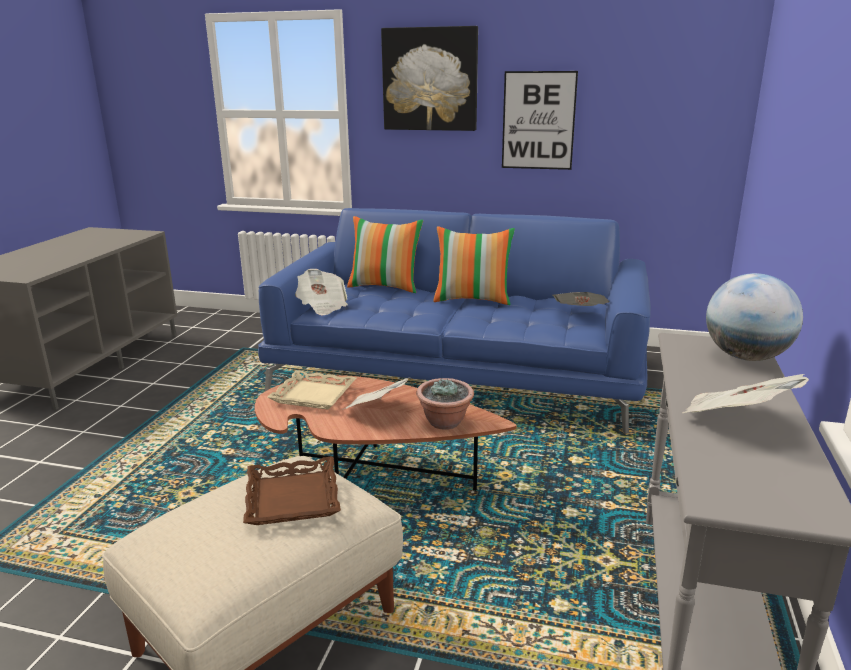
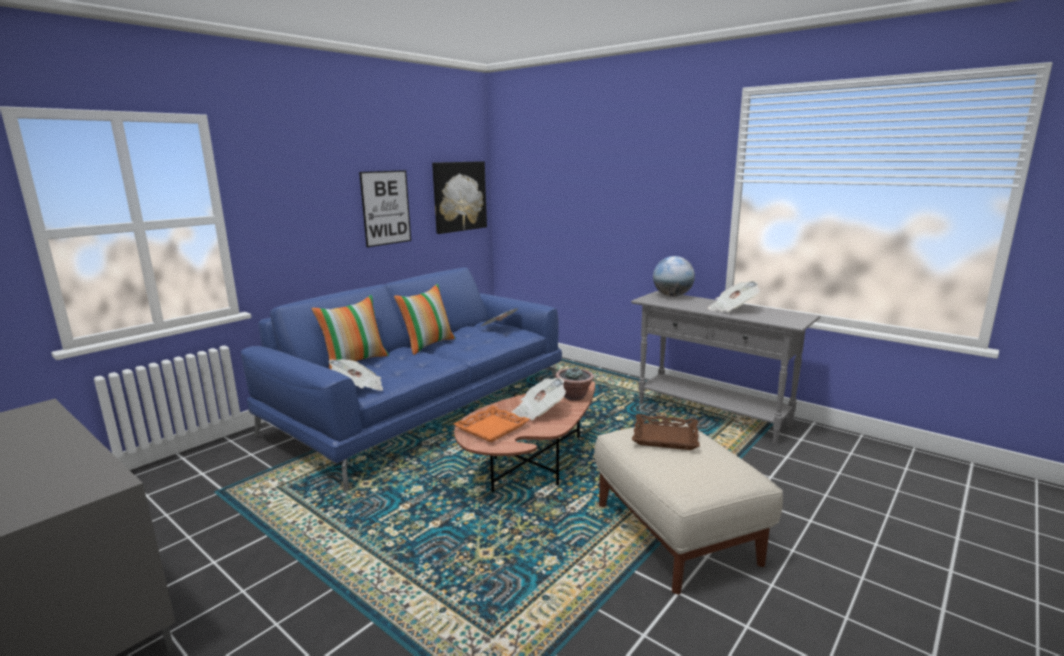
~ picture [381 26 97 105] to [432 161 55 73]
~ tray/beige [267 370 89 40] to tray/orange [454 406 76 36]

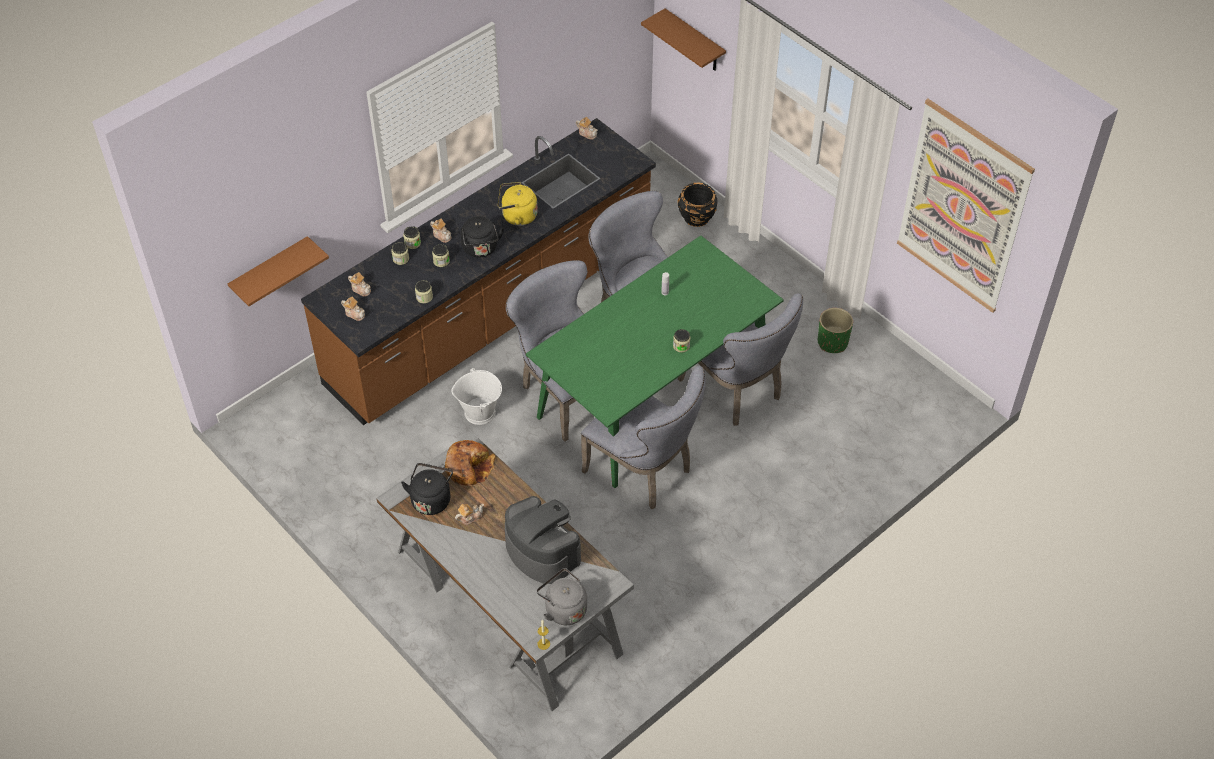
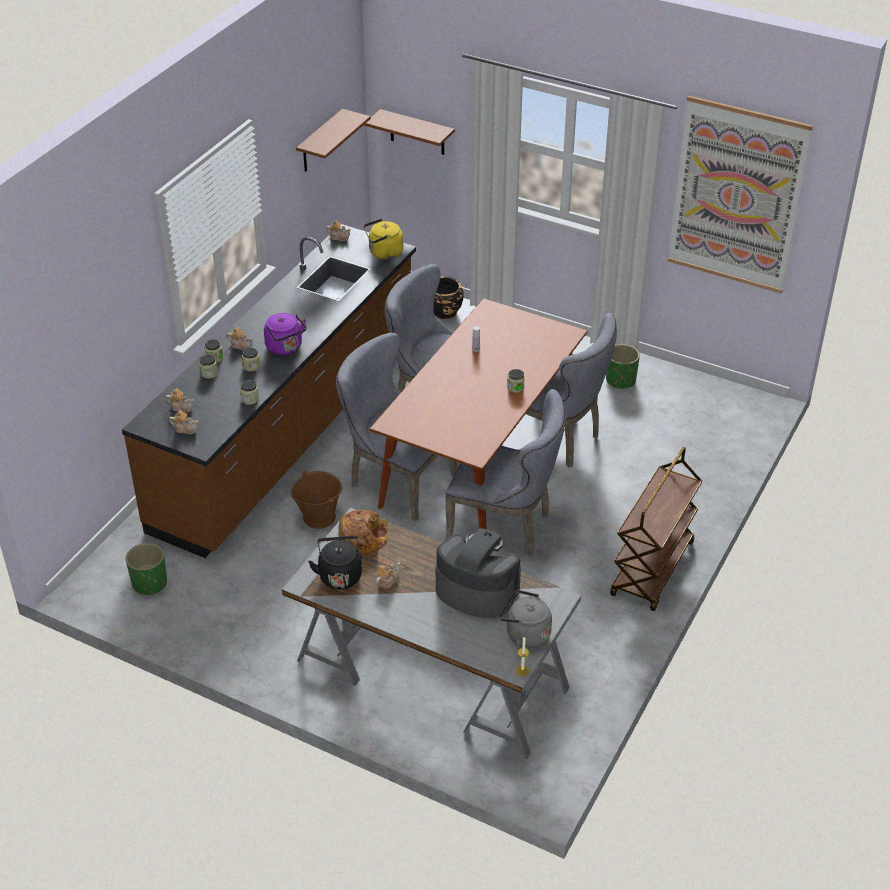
+ planter/green [126 543 41 53]
~ kettle/black [461 216 43 41] to kettle/purple [264 313 43 42]
~ bucket/white [451 368 51 57] to bucket/brown [291 471 52 58]
~ shelf/brown [228 236 101 70] to [296 109 75 63]
~ kettle/yellow [498 182 40 44] to [364 219 39 41]
~ dining table/green [526 235 258 253] to dining table/brown [370 298 218 231]
+ cart/brown [610 447 92 164]

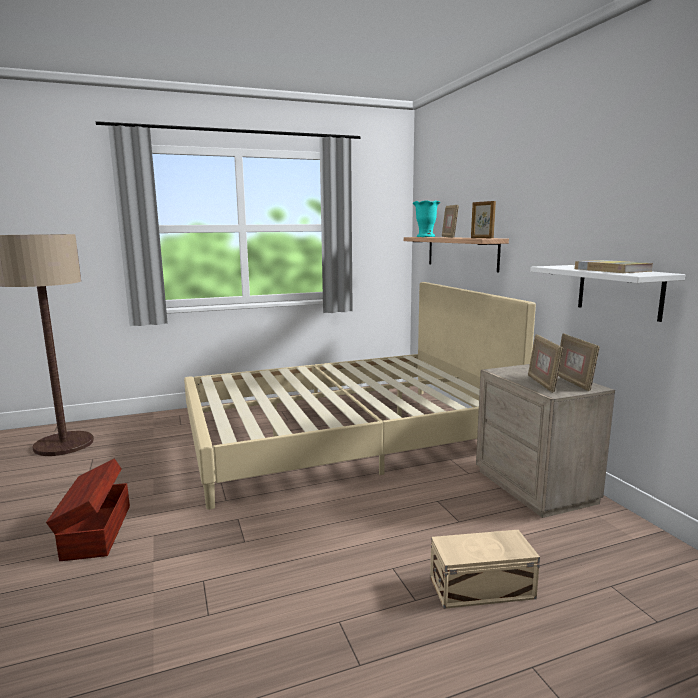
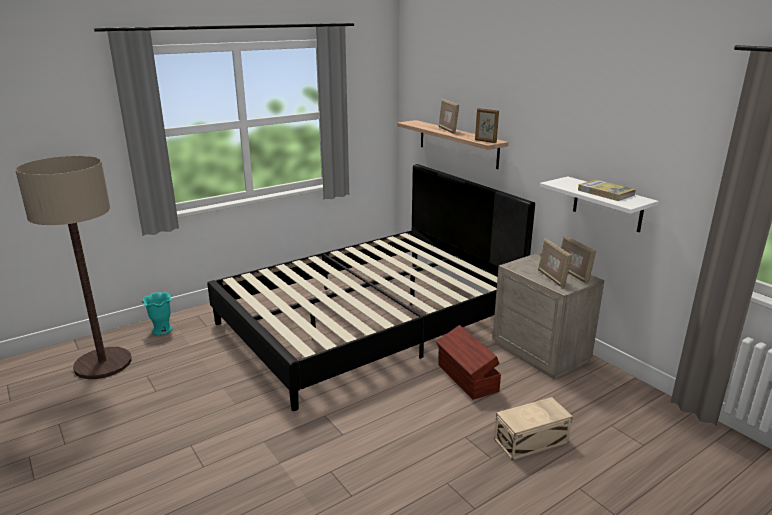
~ vase/turquoise [412 200 28 37] to [141 292 32 43]
~ bed/beige [184 282 352 228] to bed/black [207 164 328 247]
~ storage box/brown [46 459 84 102] to [436 325 65 75]

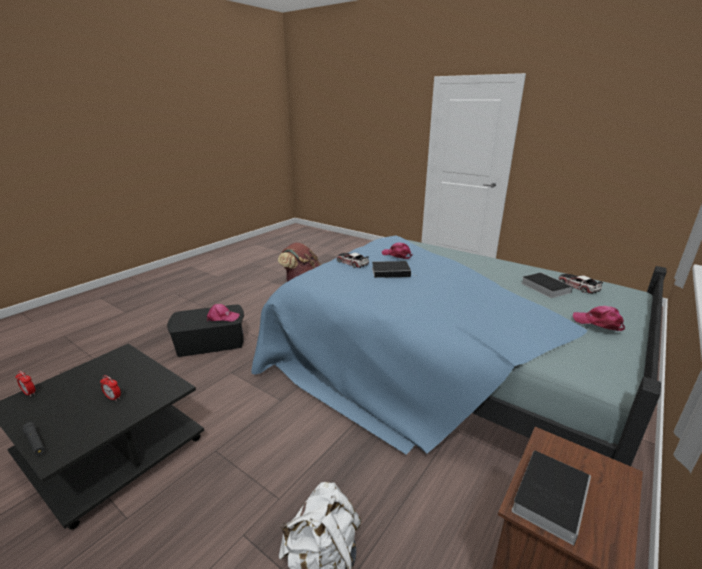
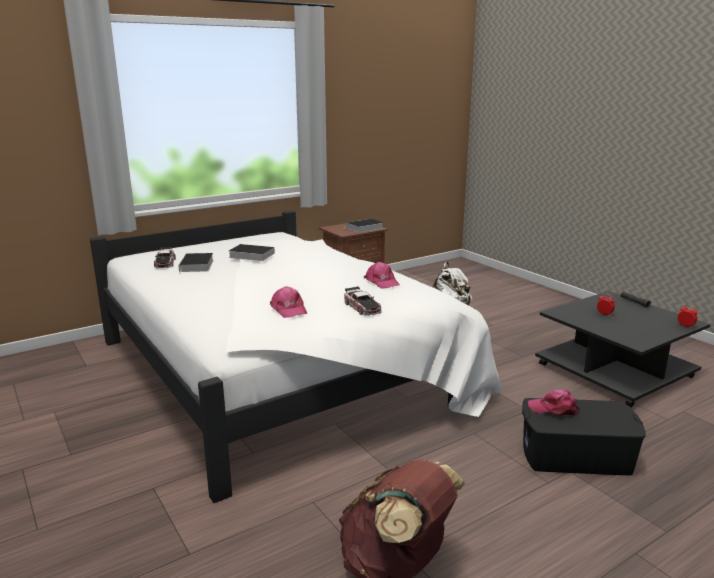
~ bed/blue [251 235 416 231] to bed/white [90 211 412 292]
~ book [372 261 44 17] to [229 244 46 17]
~ cap/pink [573 306 52 25] to [364 262 36 27]

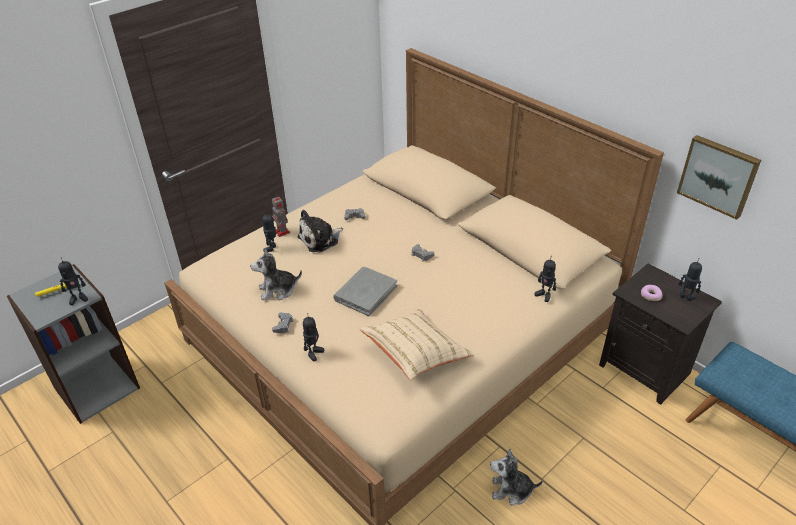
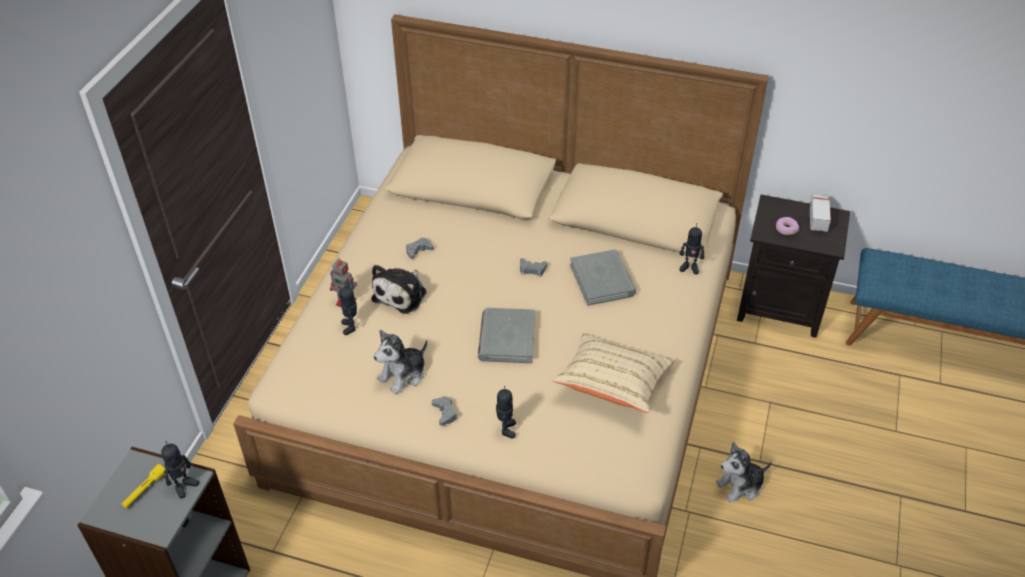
+ book/grey [570 250 66 56]
~ toy robot [678 258 24 43] to toy truck [810 195 21 37]
- picture [677 135 84 85]

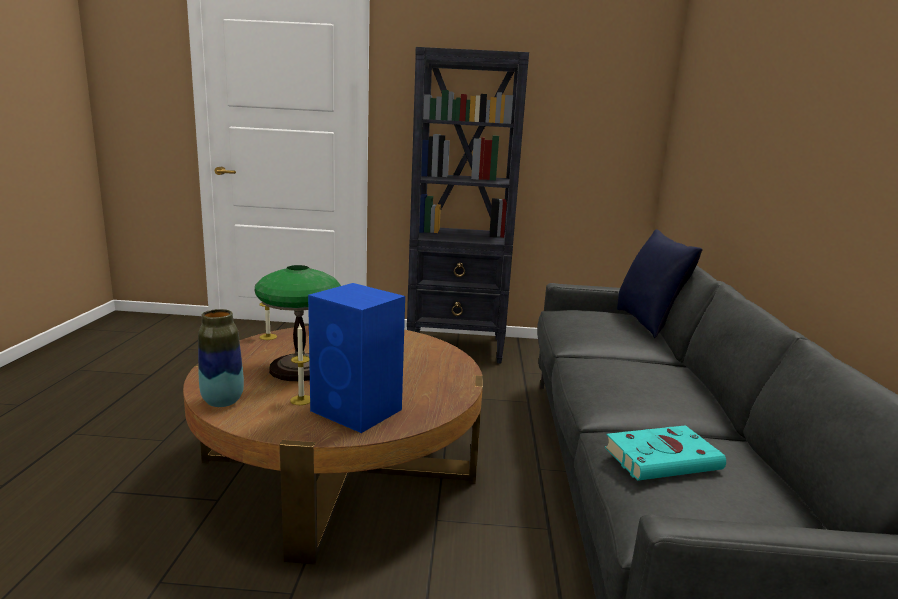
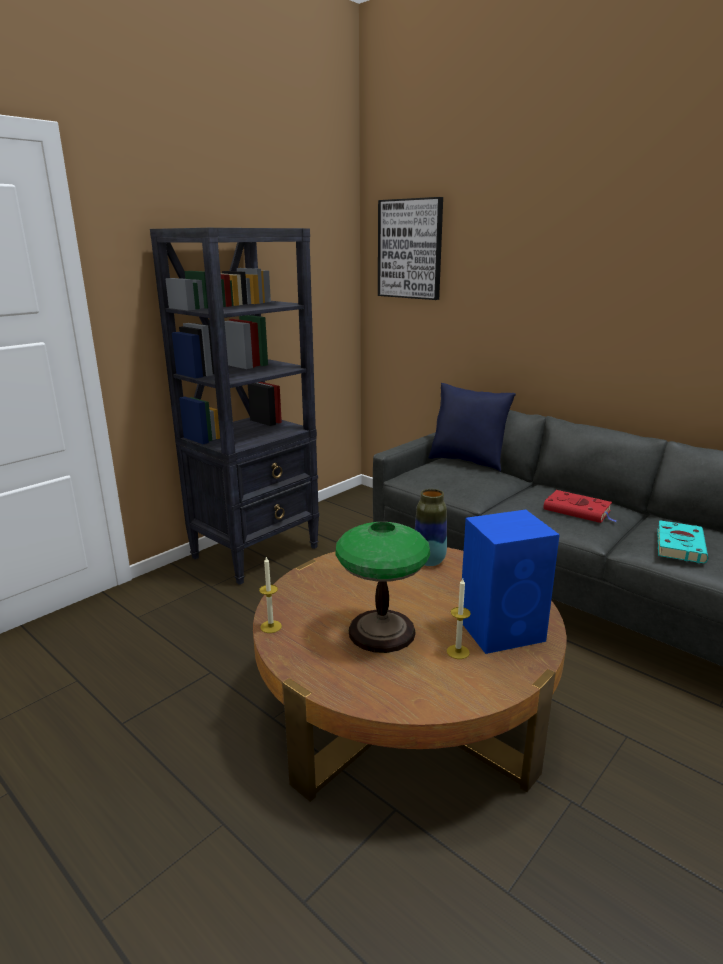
+ picture [378 197 65 103]
~ vase [198 309 46 98] to [415 489 32 77]
+ book/red [543 490 75 33]

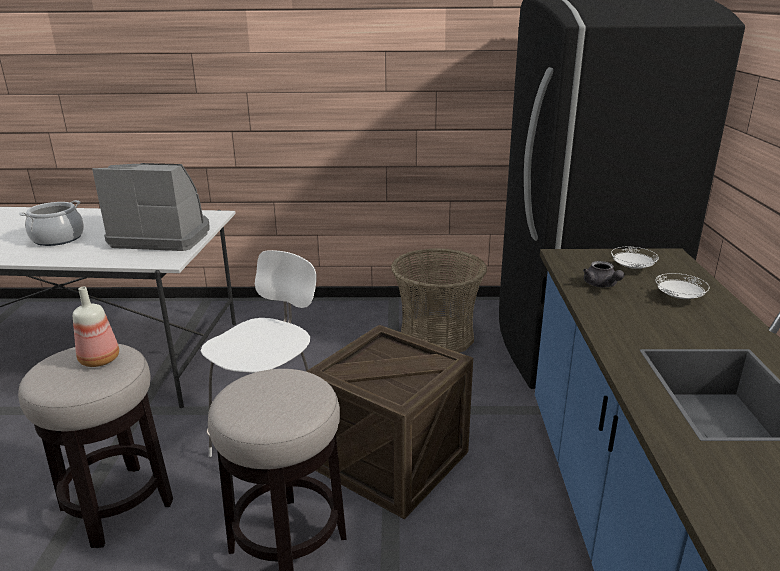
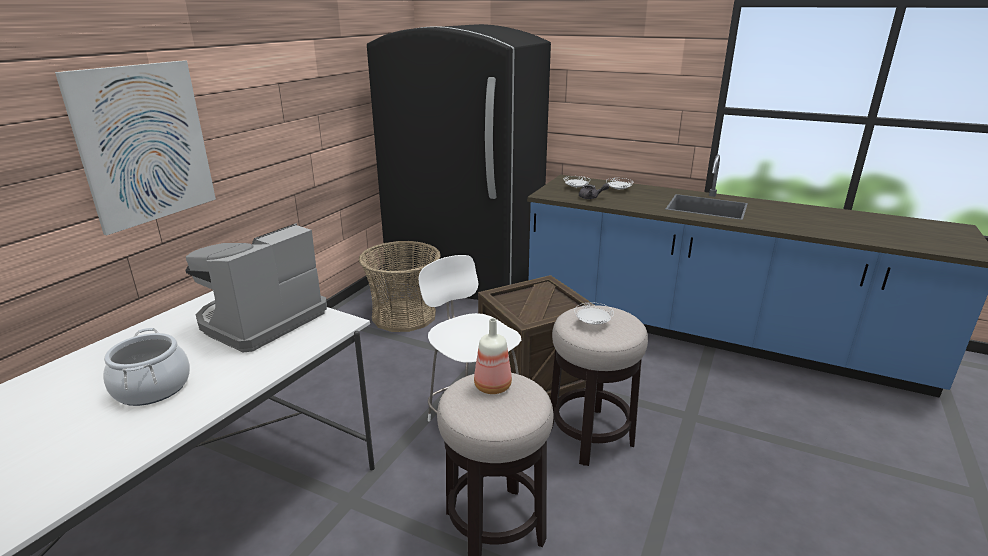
+ picture [55 60 161 175]
+ plate/white [574 302 40 23]

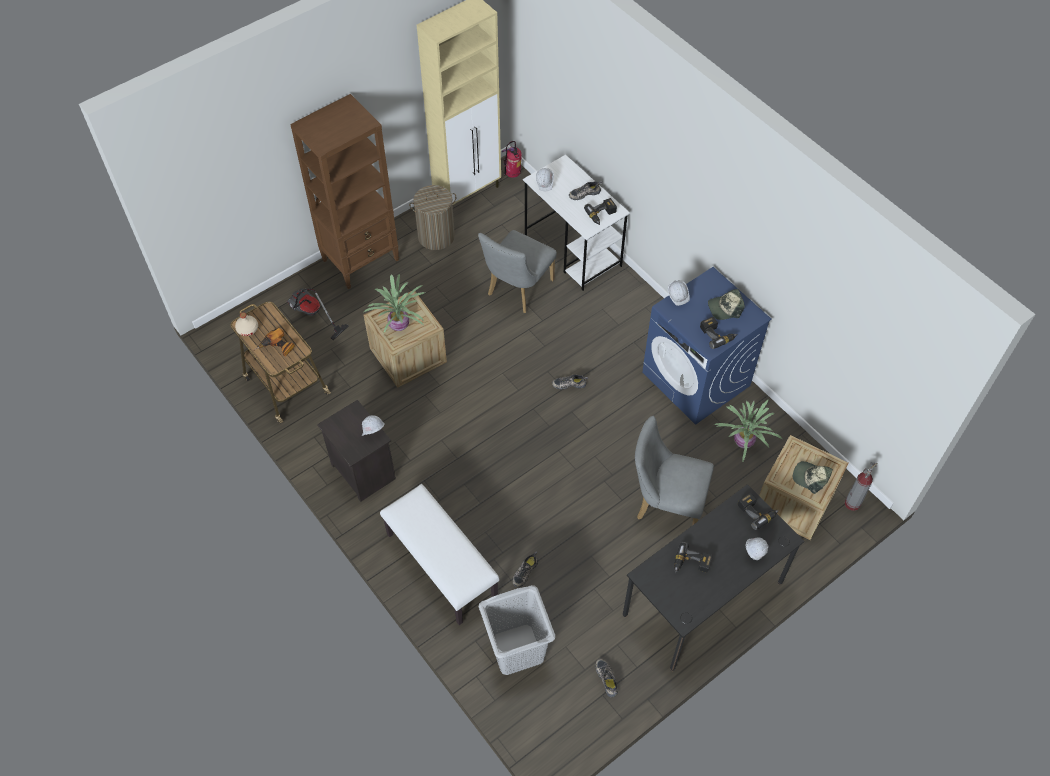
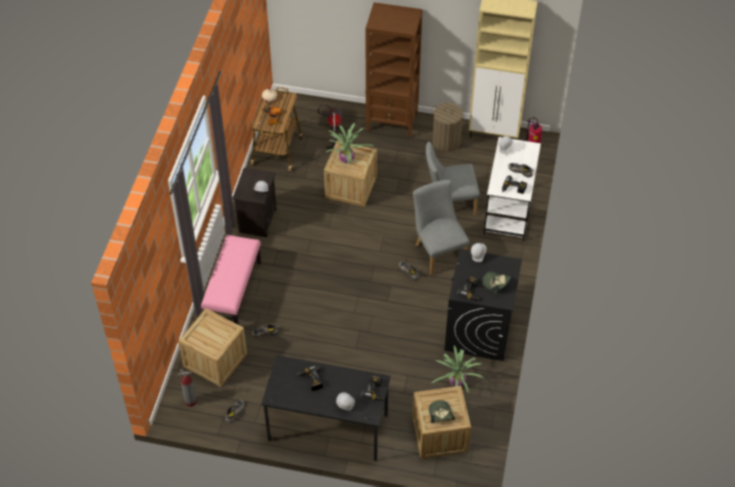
~ laundry basket/grey [479 585 76 90] to crate [178 308 69 79]
~ fire extinguisher [845 462 33 49] to [178 370 19 37]
~ bench/white [380 484 119 141] to bench/pink [201 235 60 90]
~ chair/grey [635 416 79 109] to [413 180 56 95]
~ washing machine/blue [642 267 129 158] to washing machine/black [444 249 78 112]

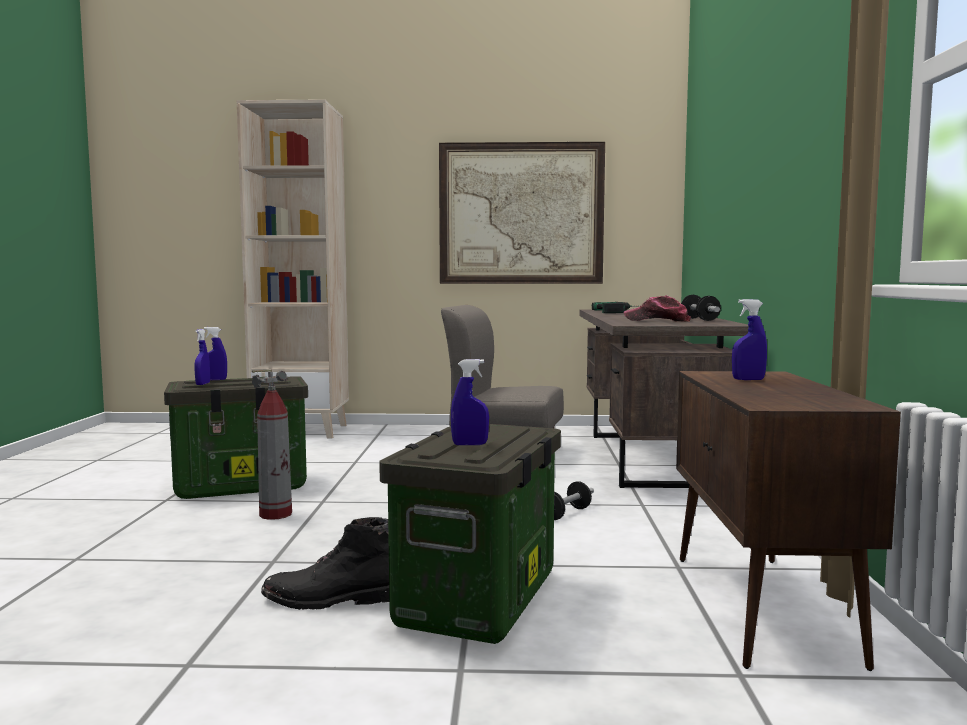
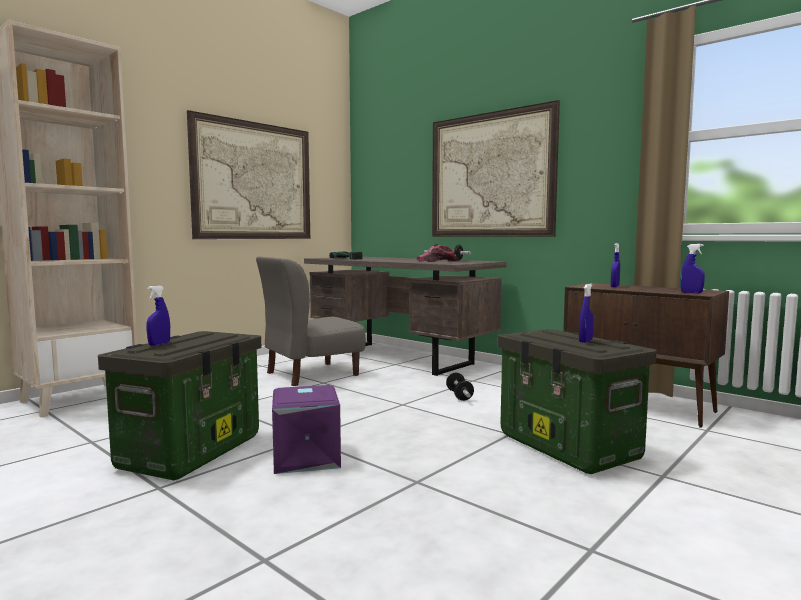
~ fire extinguisher [252 369 40 151] to storage box/purple [272 385 69 89]
+ picture [432 100 128 137]
~ spray bottle/blue [195 329 15 56] to [681 244 24 49]
- boot/black [261 517 128 93]

